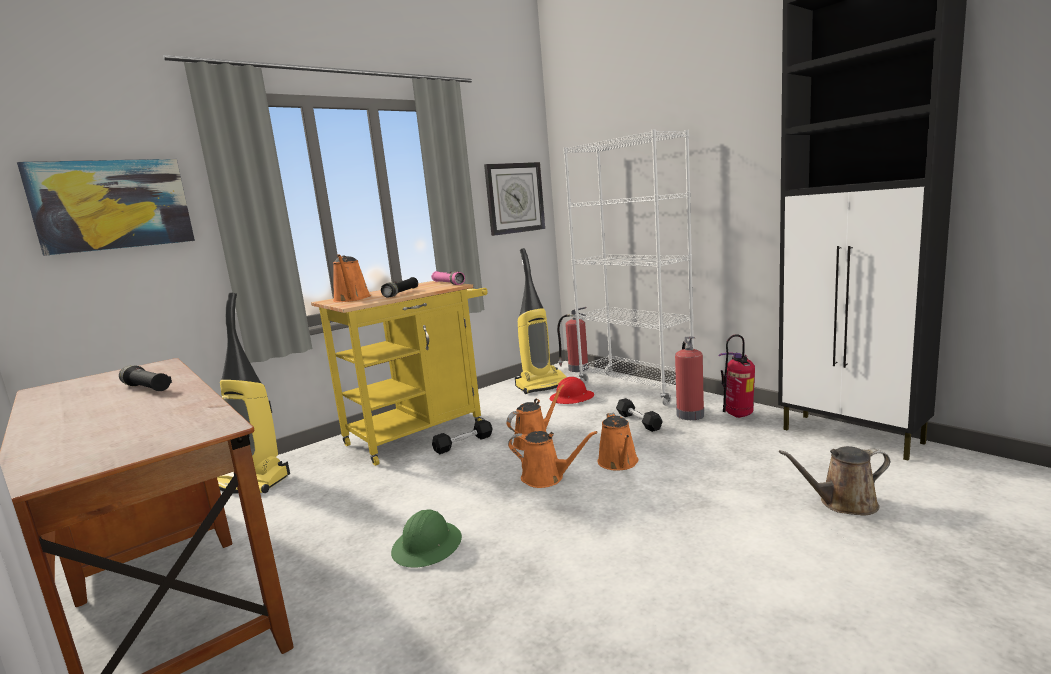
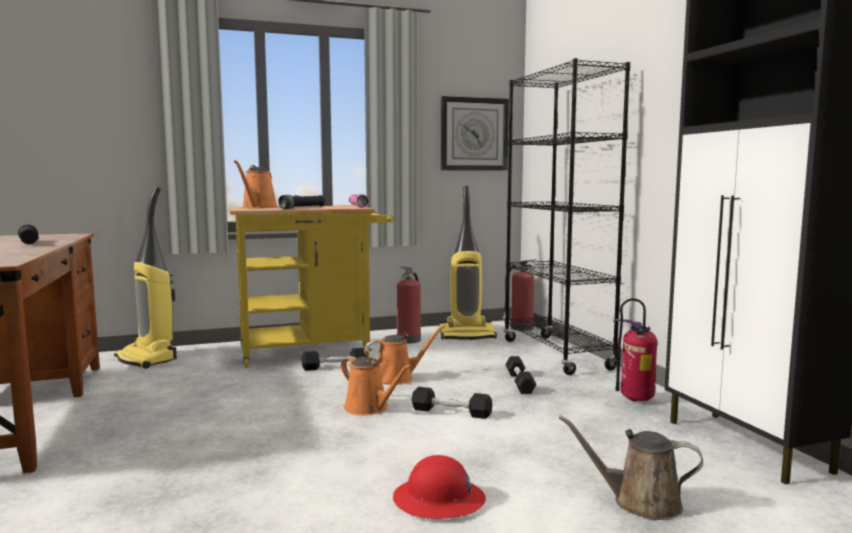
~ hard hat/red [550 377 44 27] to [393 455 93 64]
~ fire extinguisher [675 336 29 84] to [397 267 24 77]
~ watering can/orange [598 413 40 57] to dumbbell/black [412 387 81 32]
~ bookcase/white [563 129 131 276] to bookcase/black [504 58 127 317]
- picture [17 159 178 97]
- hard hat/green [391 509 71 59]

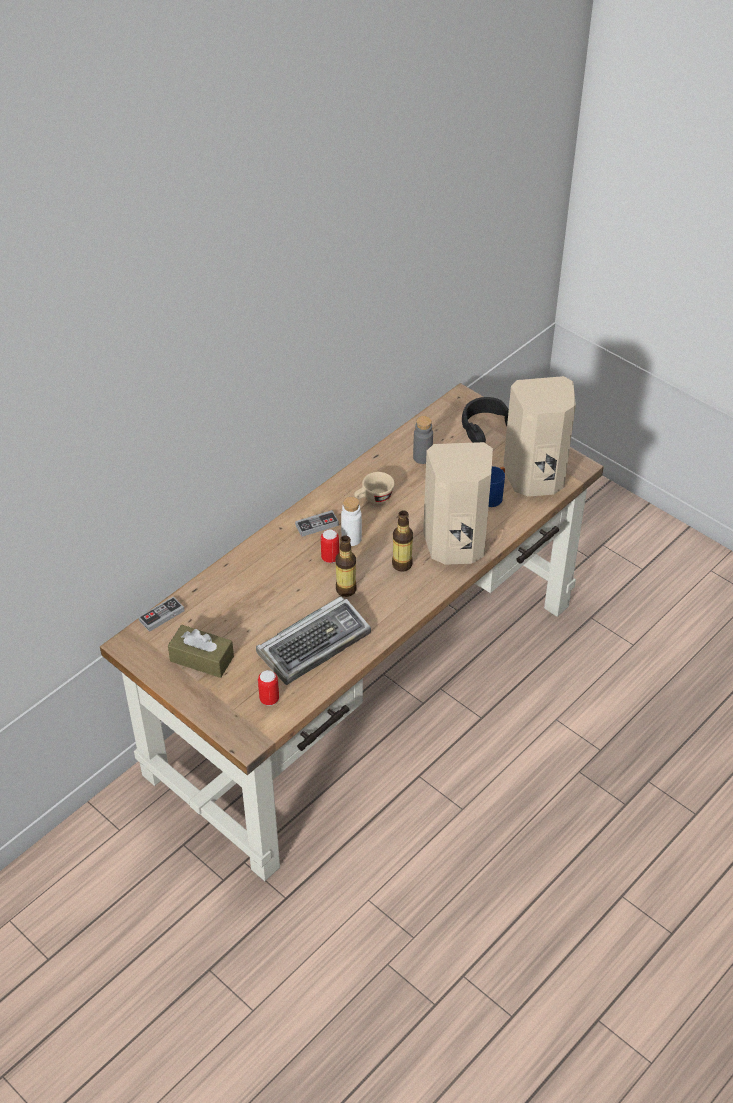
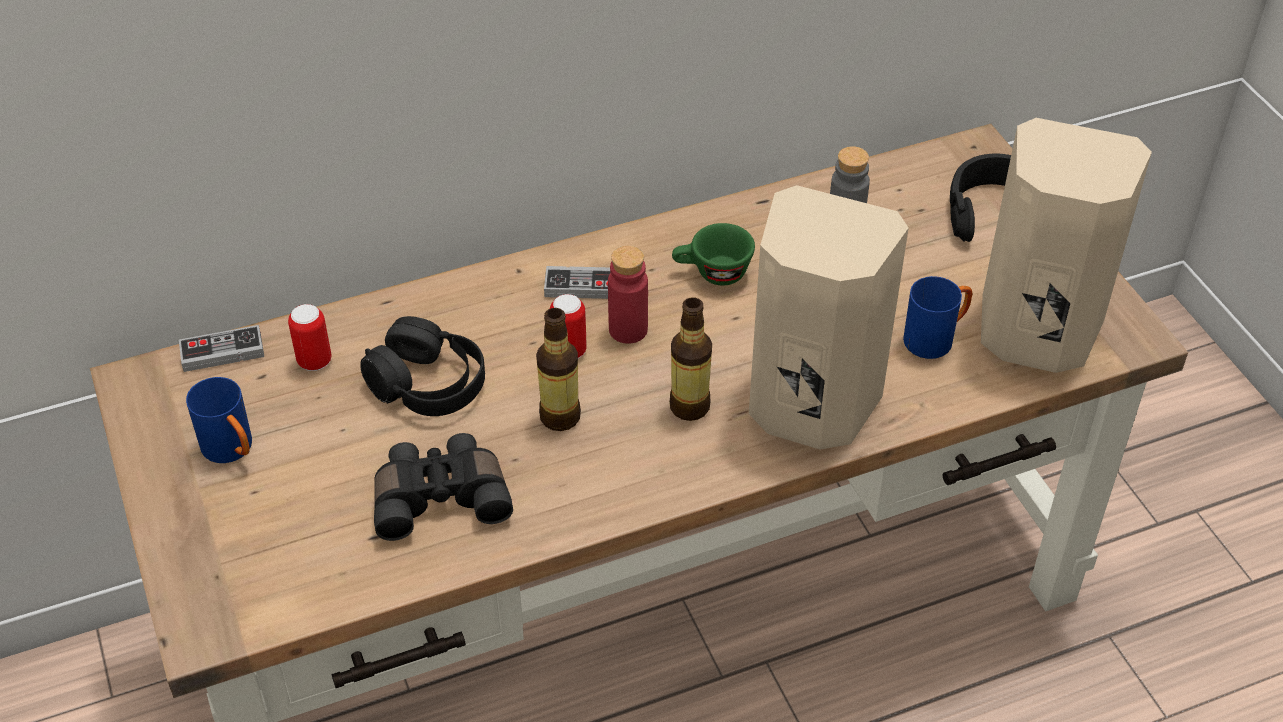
~ tissue box/brown [168 625 66 53] to mug/blue [186 377 66 86]
~ can [258 670 21 36] to [288 304 44 67]
+ headphones/black [360 316 125 100]
~ keyboard [256 596 115 89] to binoculars/black [374 433 139 108]
~ bottle/white [341 497 21 49] to bottle/red [608 246 40 98]
~ cup/beige [354 472 41 32] to cup/green [672 223 83 62]

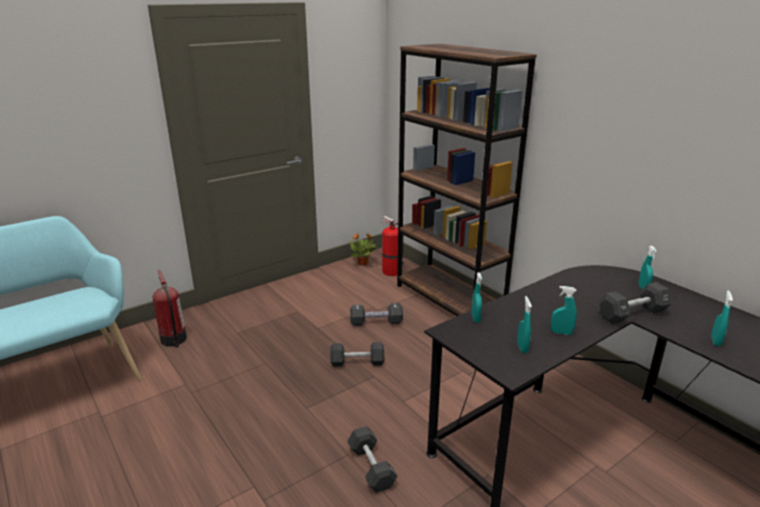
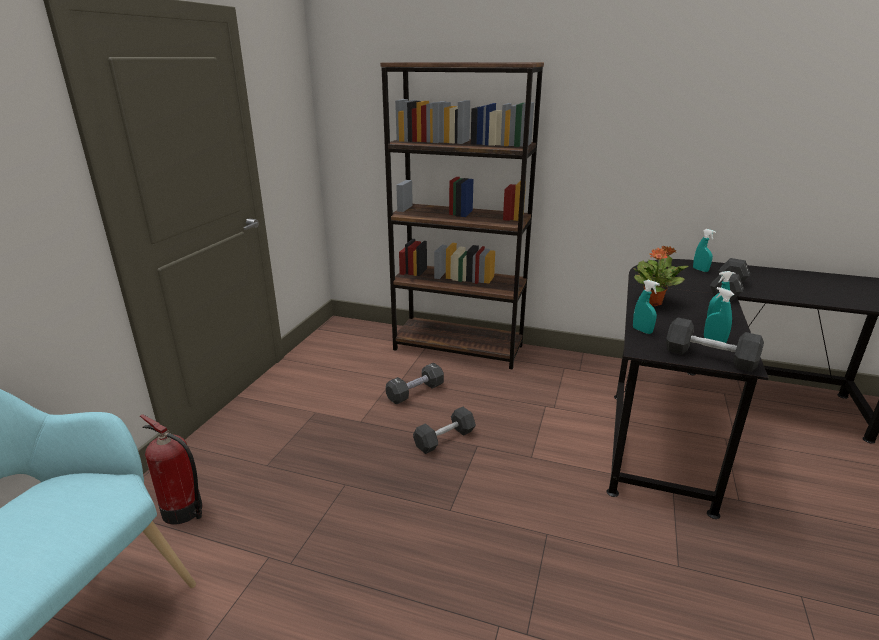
~ potted plant [349 233 28 33] to [633 246 56 60]
~ dumbbell/black [347 426 51 67] to [666 317 98 55]
- fire extinguisher [382 216 22 60]
- spray bottle/turquoise [711 291 22 55]

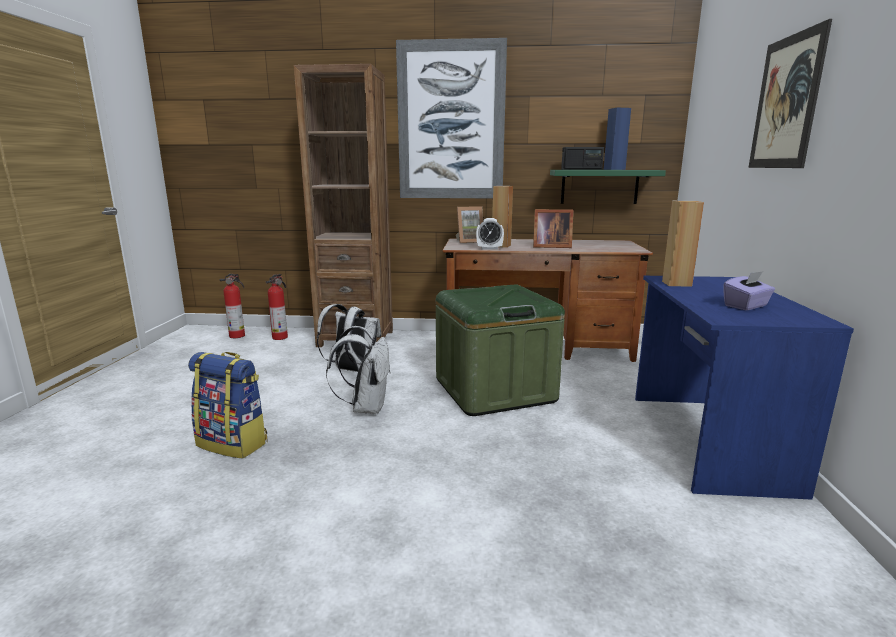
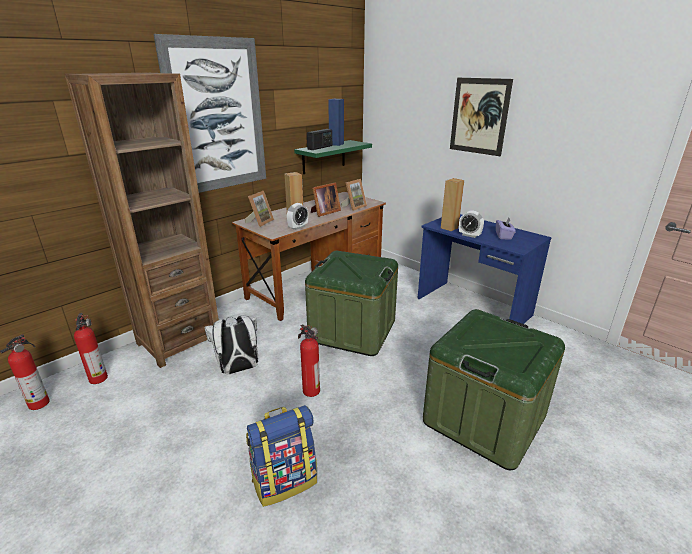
~ backpack/white [326 326 64 88] to fire extinguisher [298 324 22 73]
+ picture frame [341 179 26 32]
+ storage box/green [423 309 142 161]
+ alarm clock [459 210 25 28]

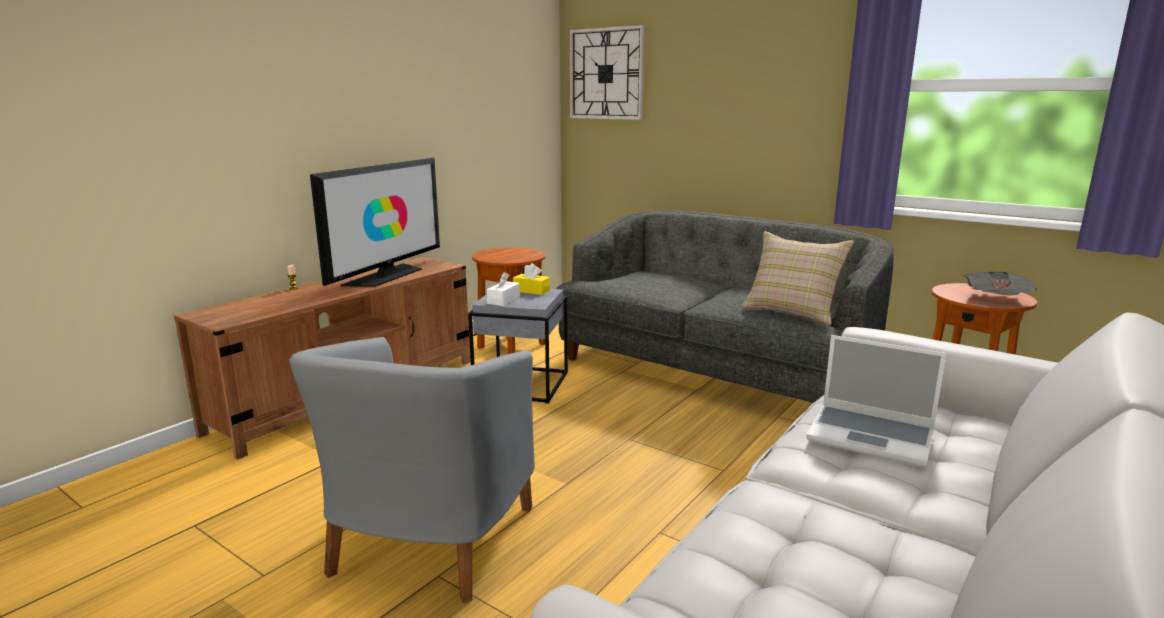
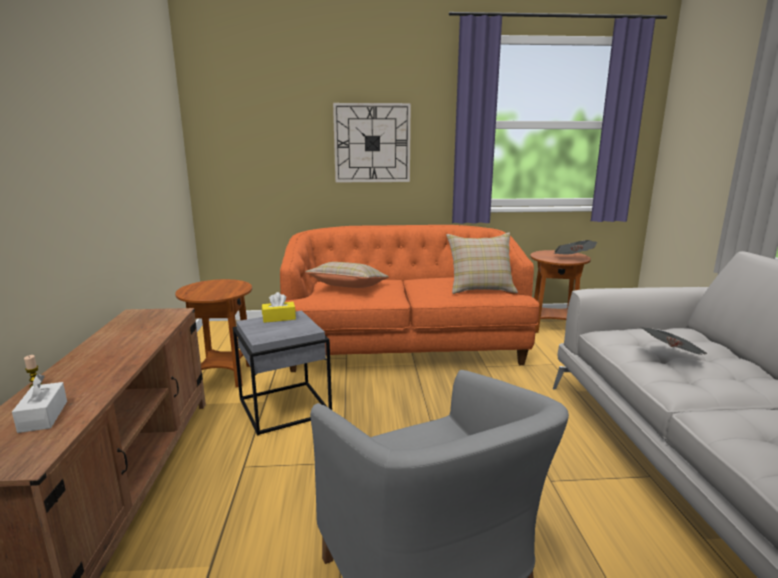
~ tissue box/white [487 272 33 34] to [12 374 55 59]
~ sofa/grey [556 211 337 192] to sofa/orange [280 225 259 147]
+ pillow/beige [305 262 84 26]
~ wall clock [570 25 75 95] to [333 103 78 79]
~ laptop [806 335 141 132] to newspaper [640 327 67 28]
- television [310 158 130 129]

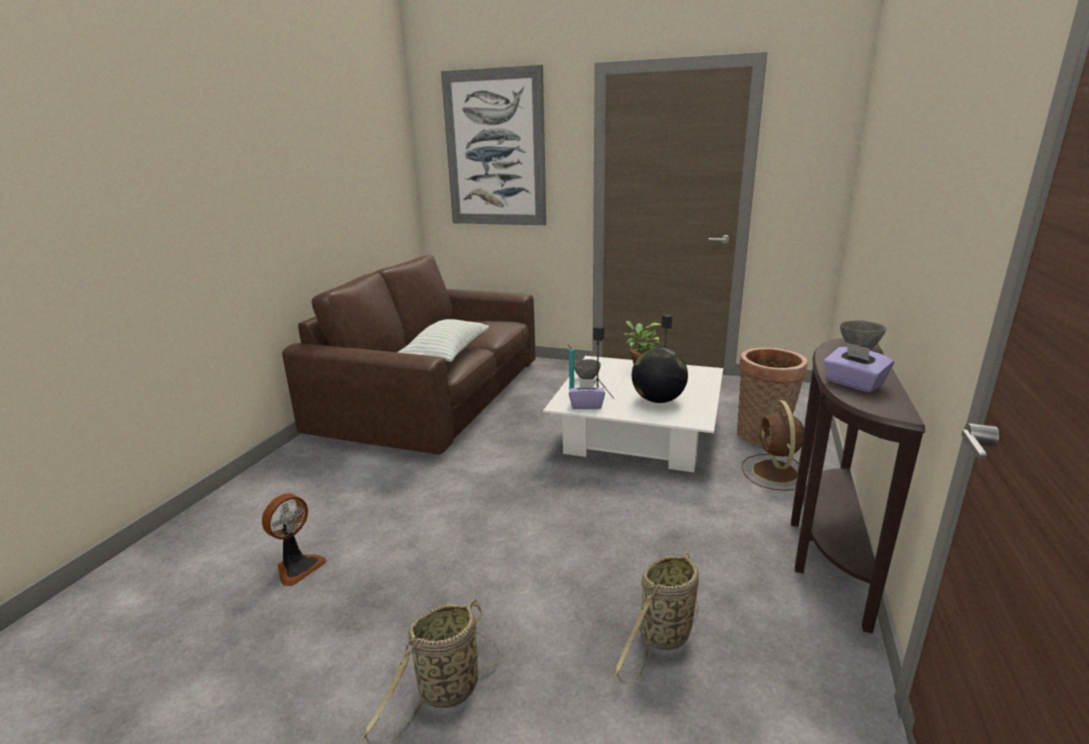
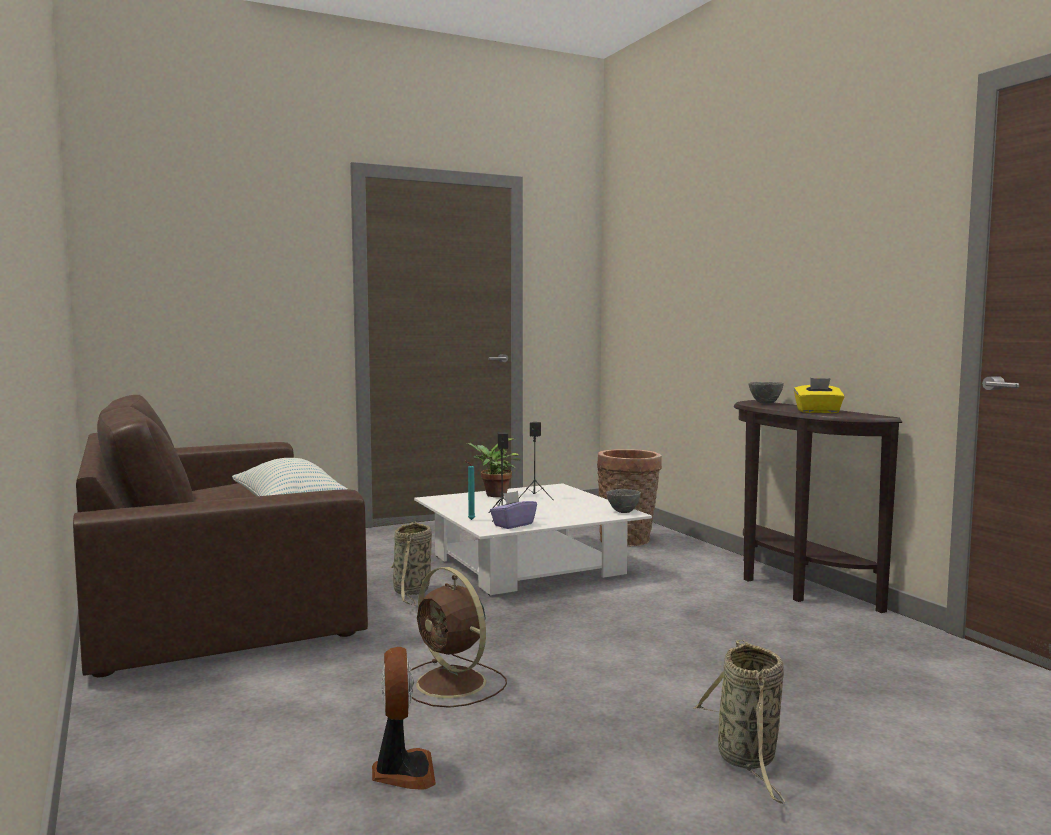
~ basket [614 551 85 134] to [390 521 42 85]
~ fan/brown [742 400 67 91] to [408 567 99 141]
~ bowl/grey [574 359 27 20] to [606 489 35 24]
~ tissue box/purple [824 342 70 50] to tissue box/yellow [794 378 51 35]
- picture [441 65 105 160]
- globe [632 348 56 55]

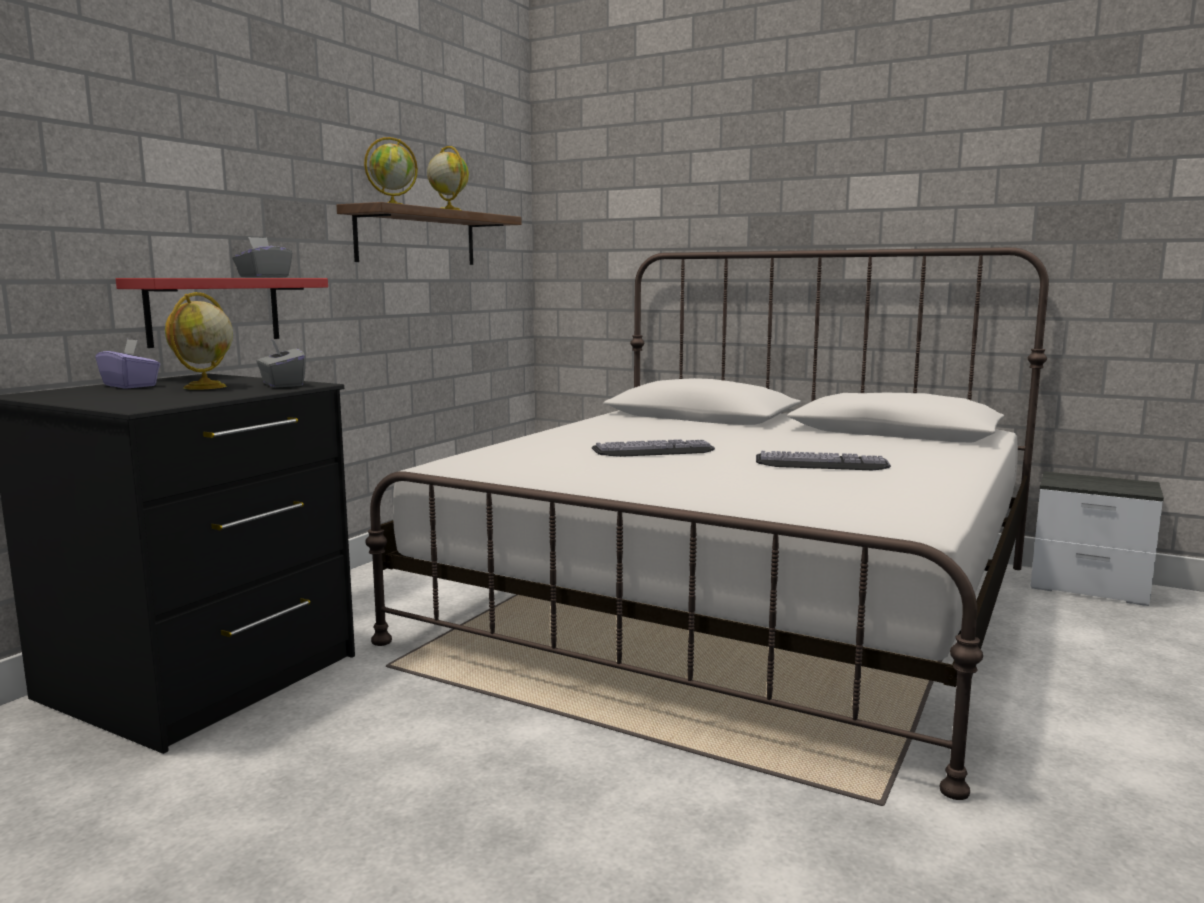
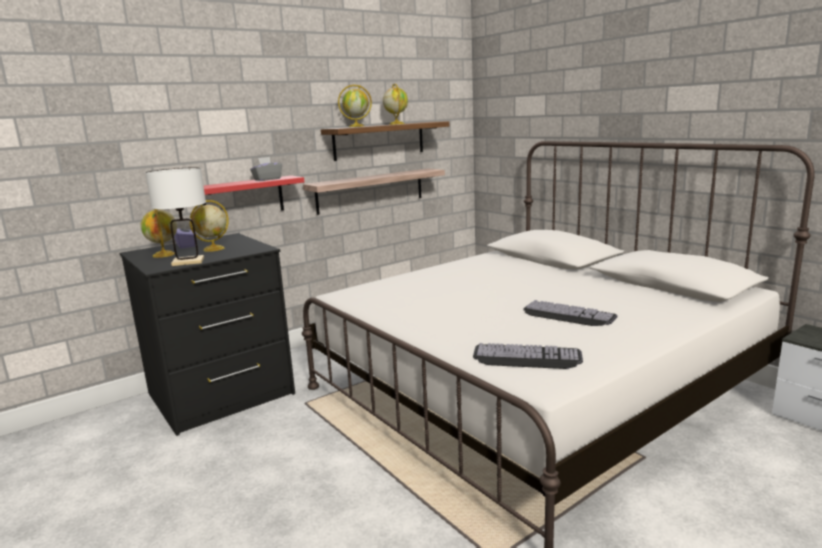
+ globe [141 209 36 49]
+ table lamp/white [145 167 61 99]
+ shelf [303 169 142 46]
~ keyboard [592 439 123 18] to [473 343 110 26]
- tissue box/grey [256 339 50 49]

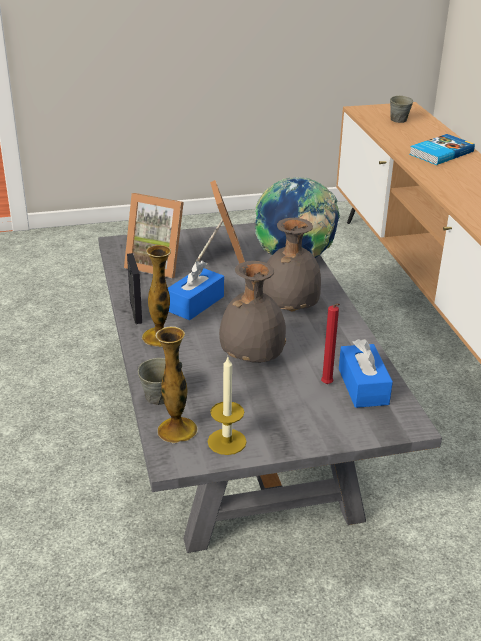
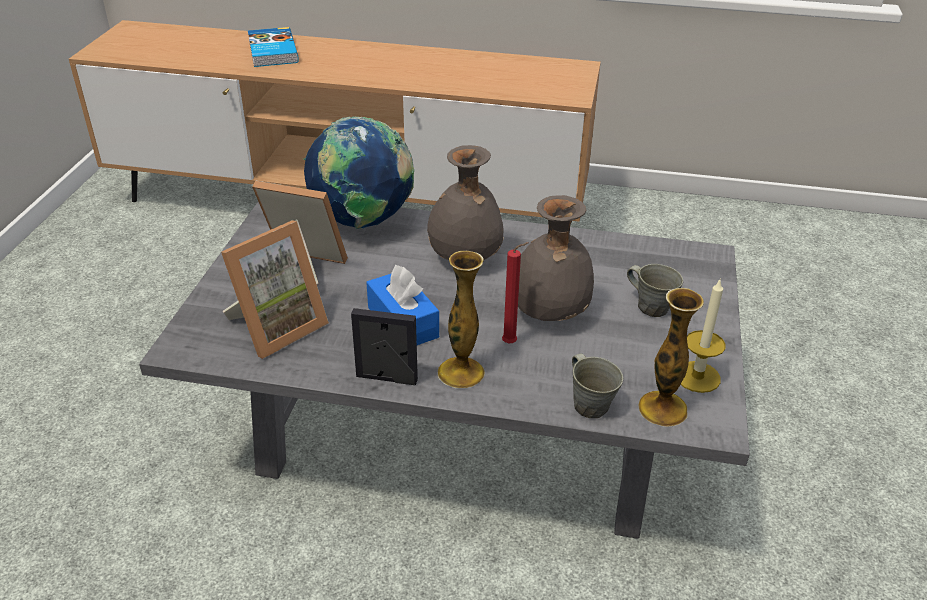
~ candle/red [321 304 19 80] to [502 242 27 102]
~ mug/grey [390 96 23 27] to [627 264 56 53]
- tissue box/blue [339 339 54 69]

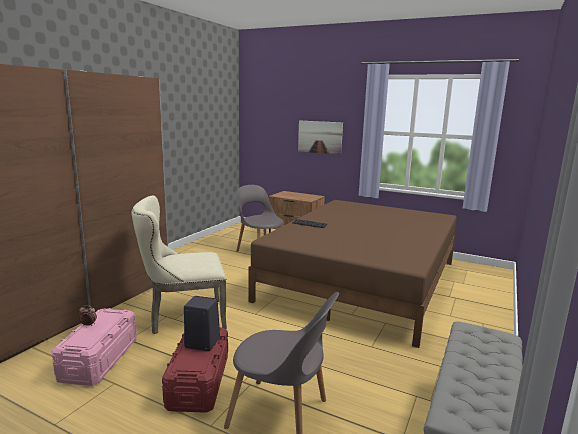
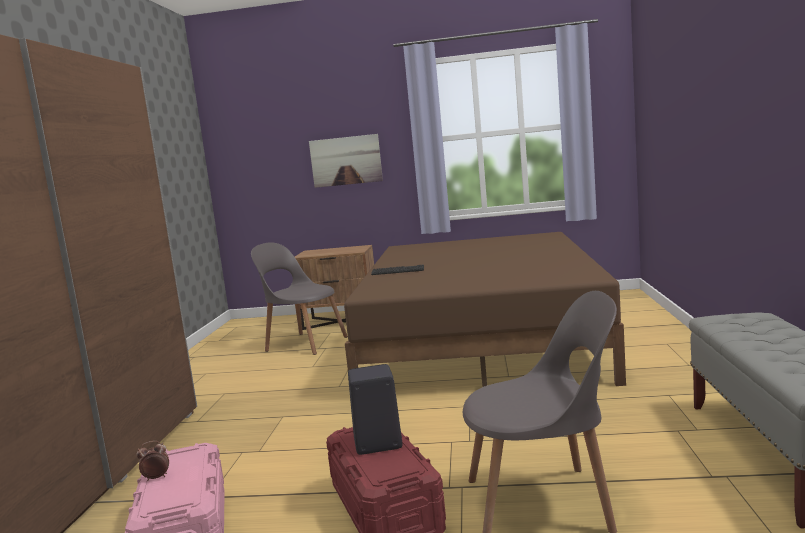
- chair/beige [132 196 95 138]

